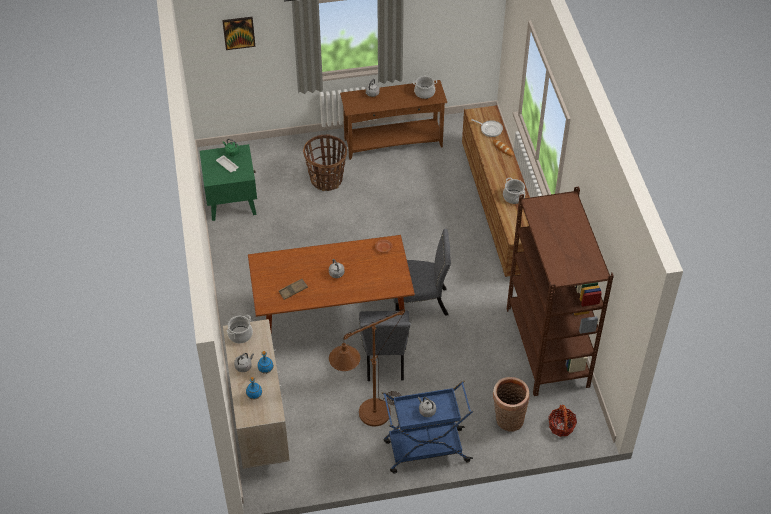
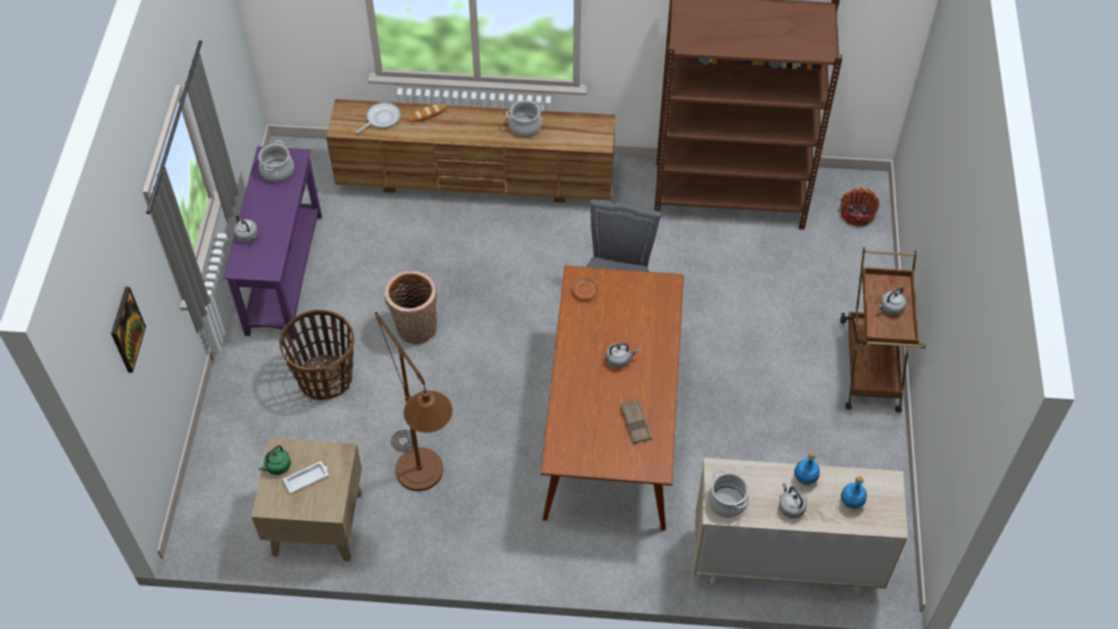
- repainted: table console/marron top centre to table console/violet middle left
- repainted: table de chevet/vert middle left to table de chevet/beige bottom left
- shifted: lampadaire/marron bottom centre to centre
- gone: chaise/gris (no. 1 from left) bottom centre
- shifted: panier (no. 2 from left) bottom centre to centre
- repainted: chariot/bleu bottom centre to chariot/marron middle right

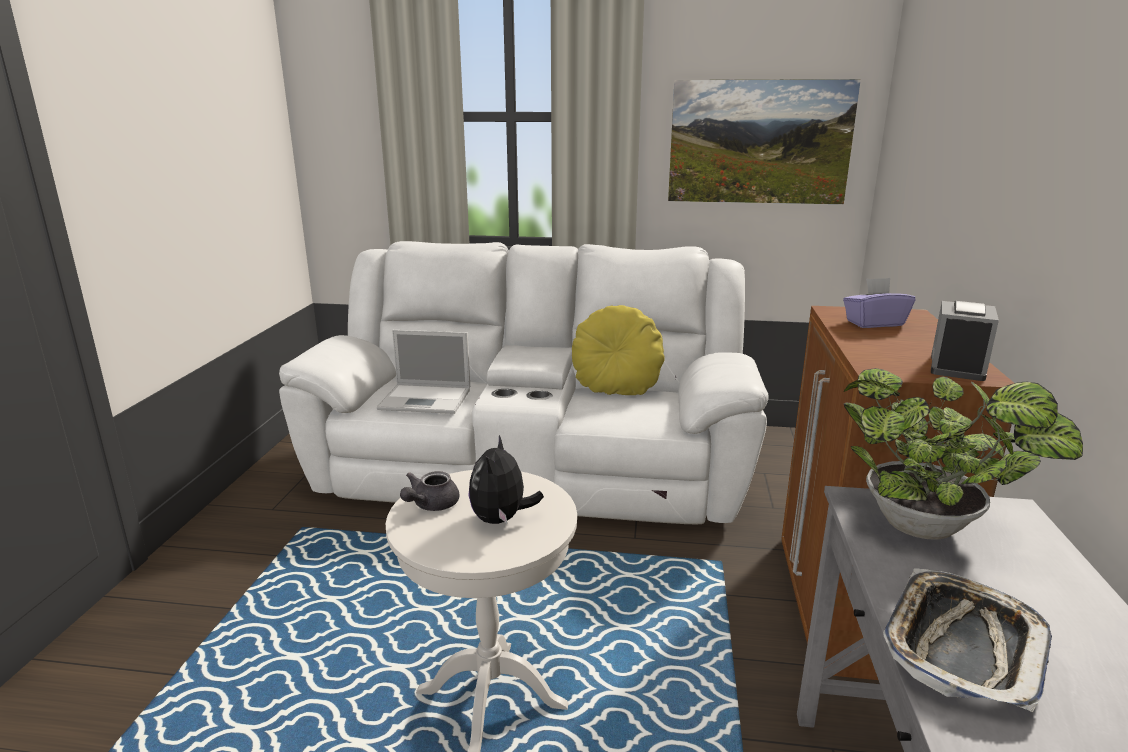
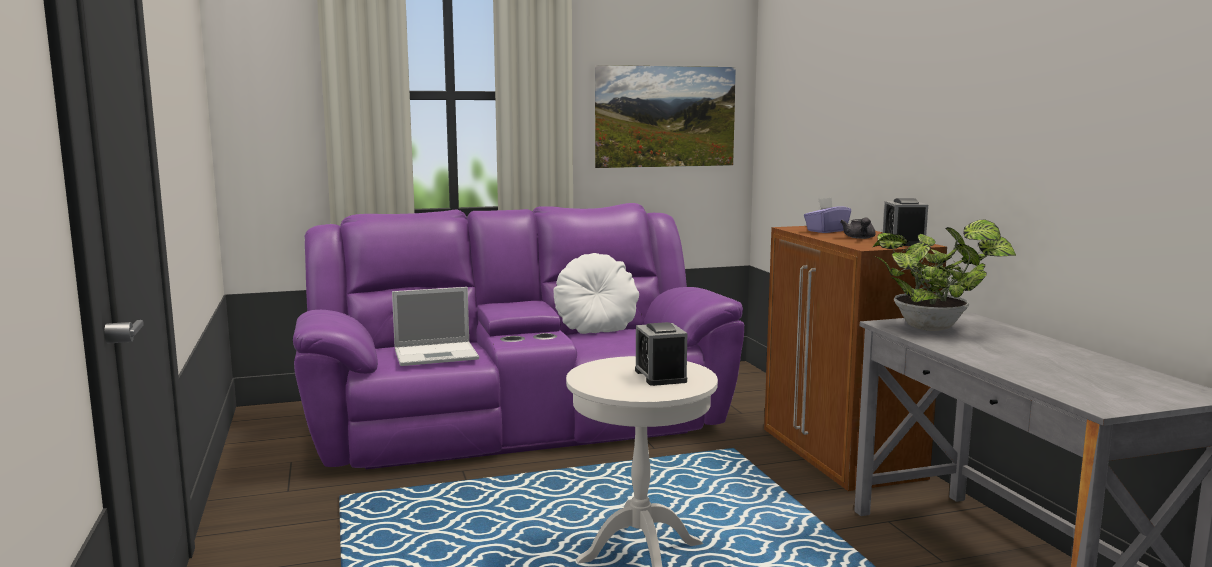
- repainted: canapé/blanc centre to canapé/violet centre
- repainted: coussin/jaune centre to coussin/blanc centre
- swapped: peluche centre to réveil (no. 1 from left) centre
- shifted: théière/gris centre to middle right
- gone: plateau bottom right

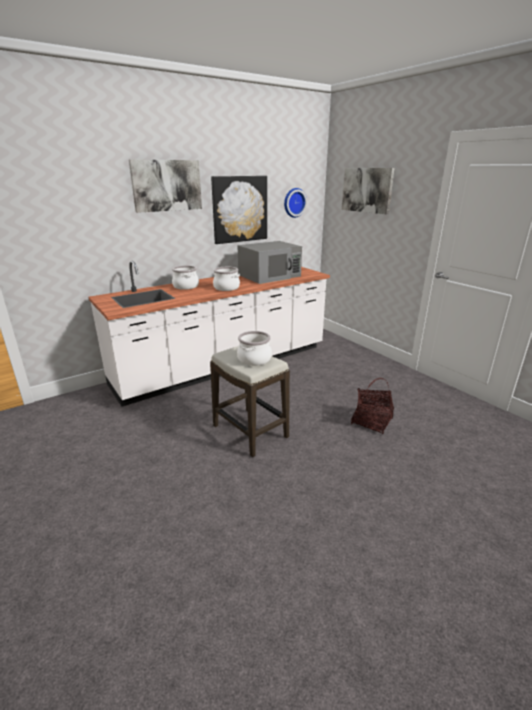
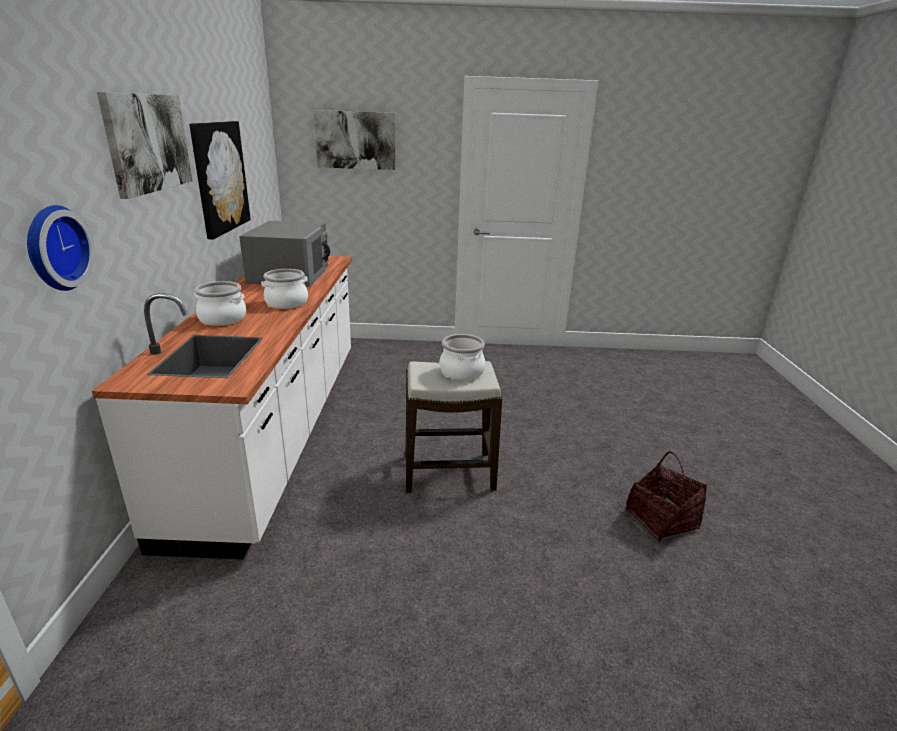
- shifted: horloge murale top centre to middle left
- shifted: panier middle right to bottom right

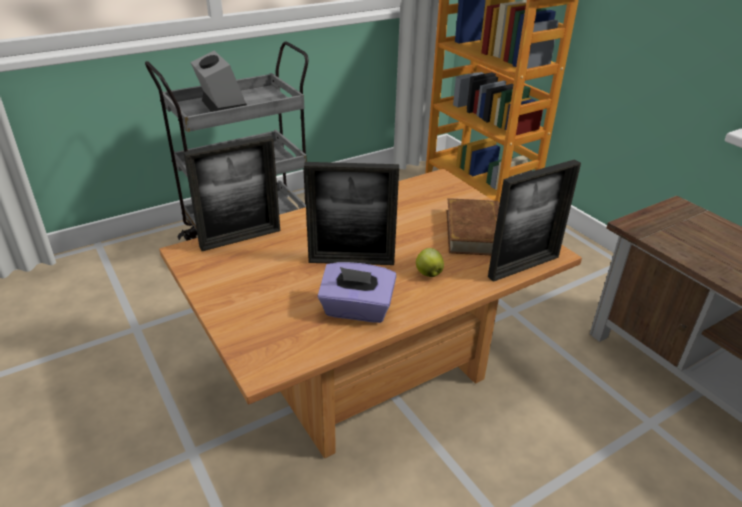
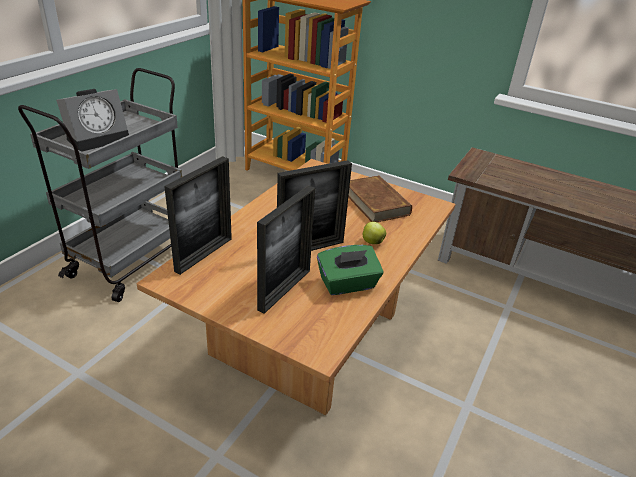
- rotated: réveil top left = top left 105 degrees clockwise
- shifted: cadre photo (no. 3 from left in the first image) middle right to cadre photo (no. 2 from left) centre
- repainted: boîte à mouchoirs/violet centre to boîte à mouchoirs/vert centre

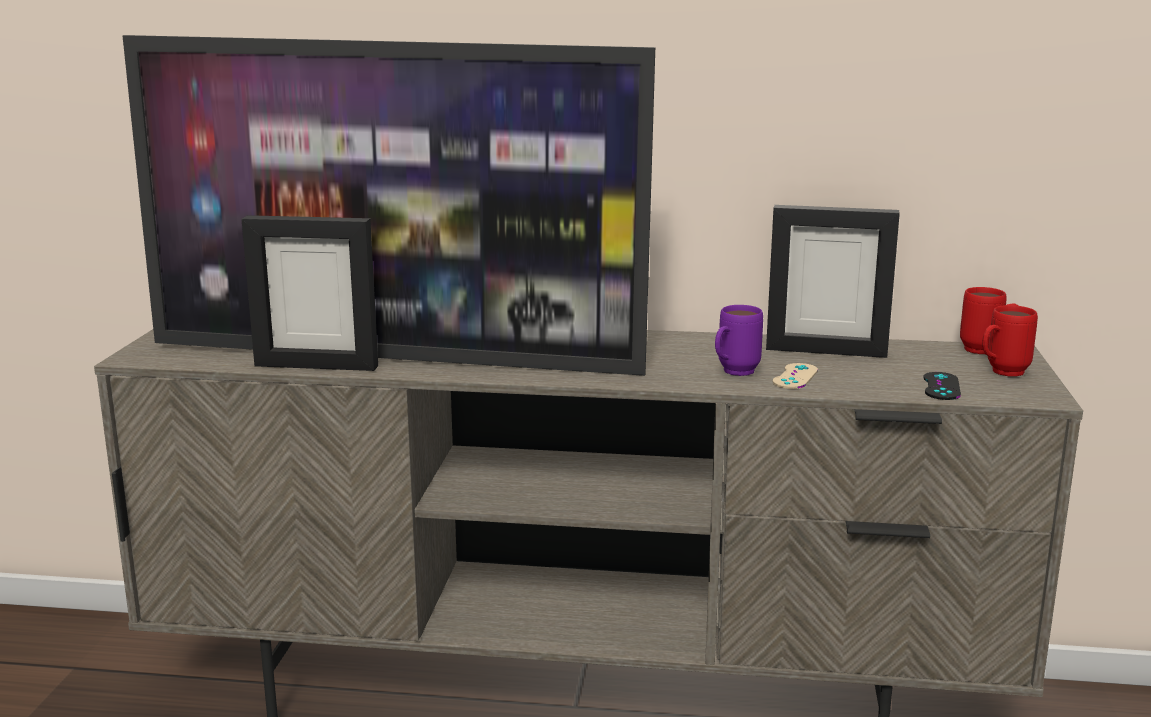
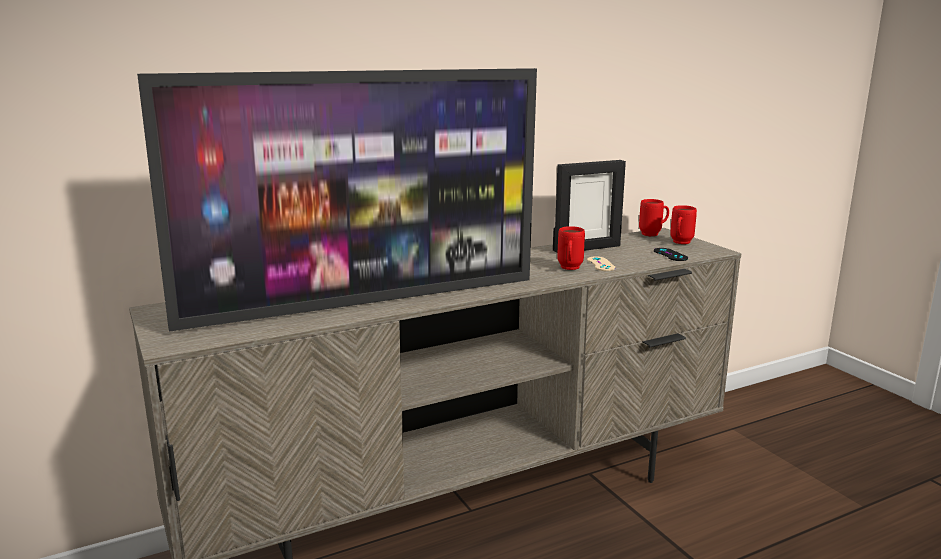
- gone: cadre photo (no. 1 from left) middle left
- repainted: mug/violet centre to mug/rouge (no. 1 from left) centre

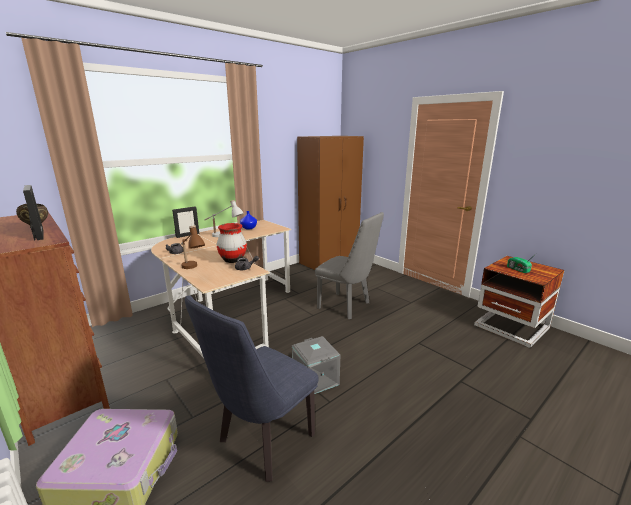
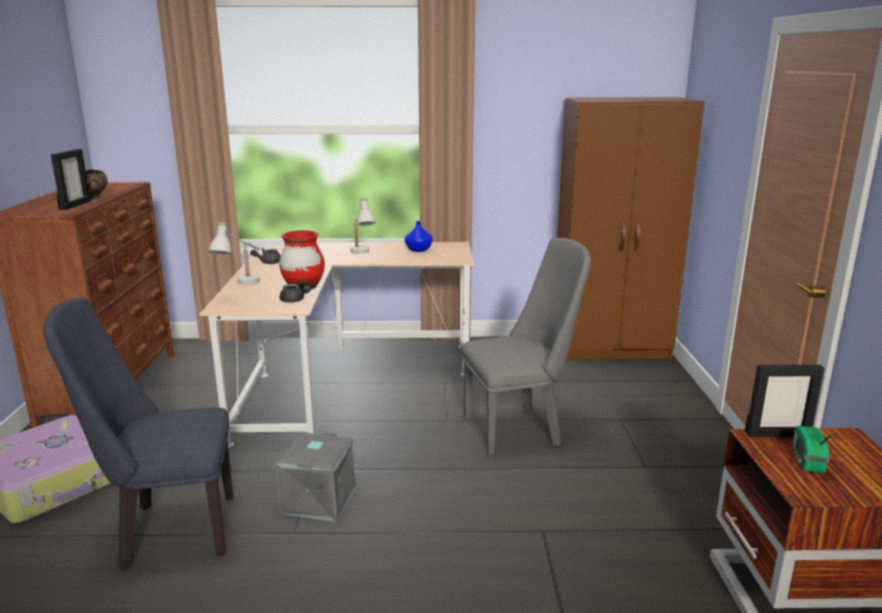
- shifted: cadre photo (no. 2 from left) middle left to middle right
- rotated: chaise/gris centre = centre 90 degrees counterclockwise
- repainted: lampe de table/marron middle left to lampe de table/blanc (no. 1 from left) middle left

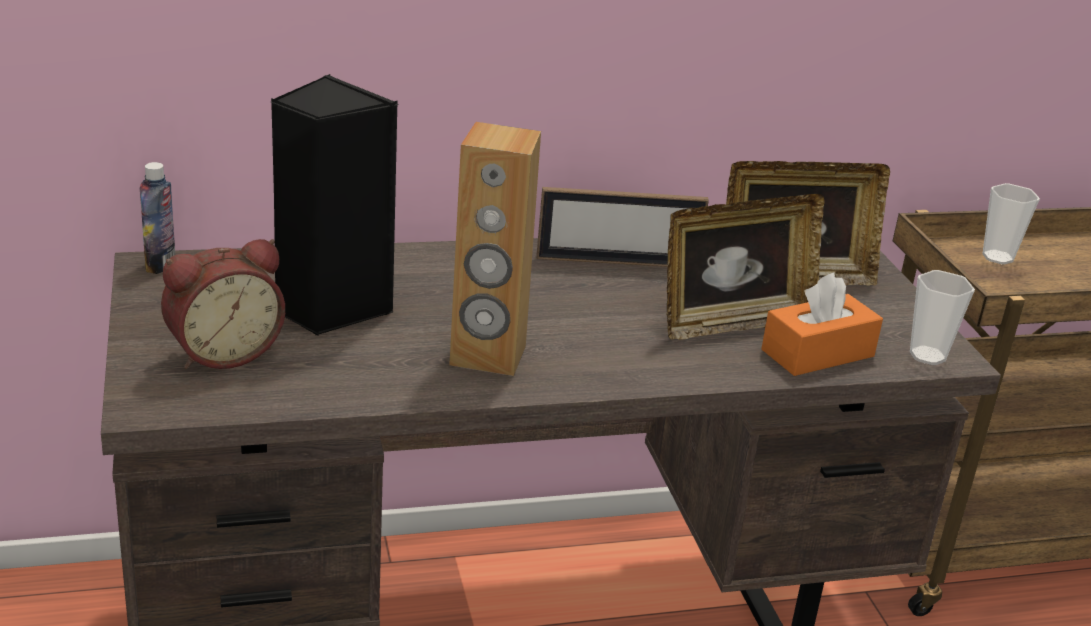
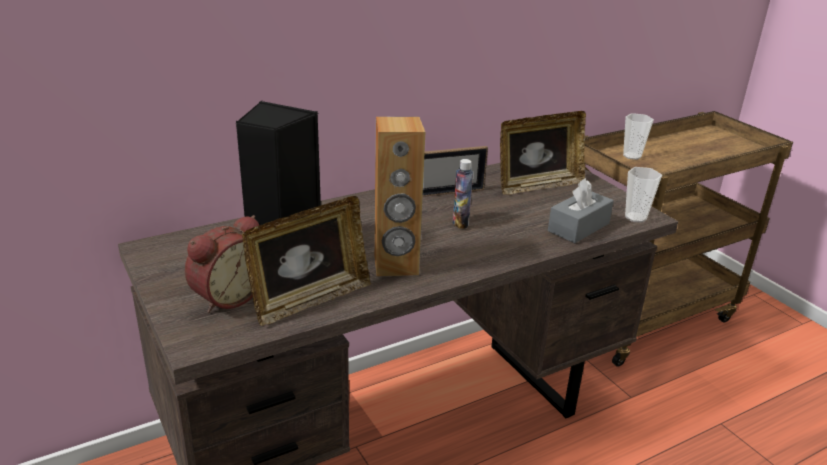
- shifted: bouteille middle left to centre
- shifted: cadre photo (no. 2 from left in the first image) middle right to cadre photo (no. 1 from left) centre
- repainted: boîte à mouchoirs/orange middle right to boîte à mouchoirs/gris middle right

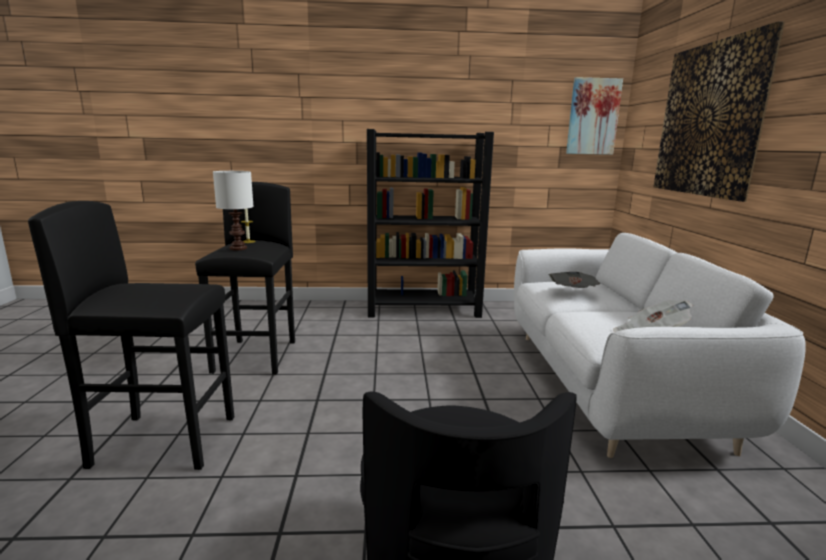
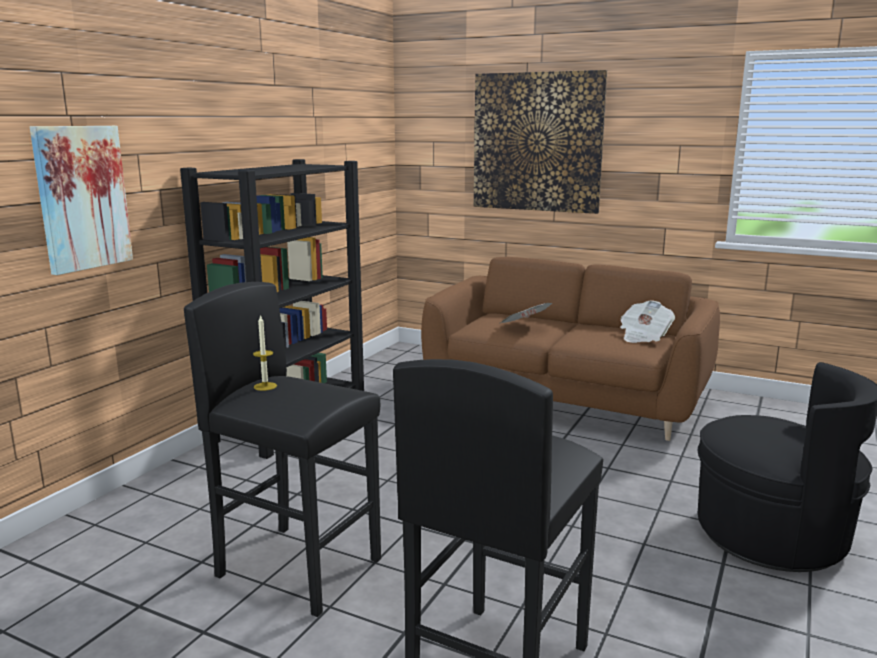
- shifted: tableau (no. 1 from left) top right to top left
- gone: lampe de table/blanc middle left
- repainted: canapé/blanc middle right to canapé/marron centre

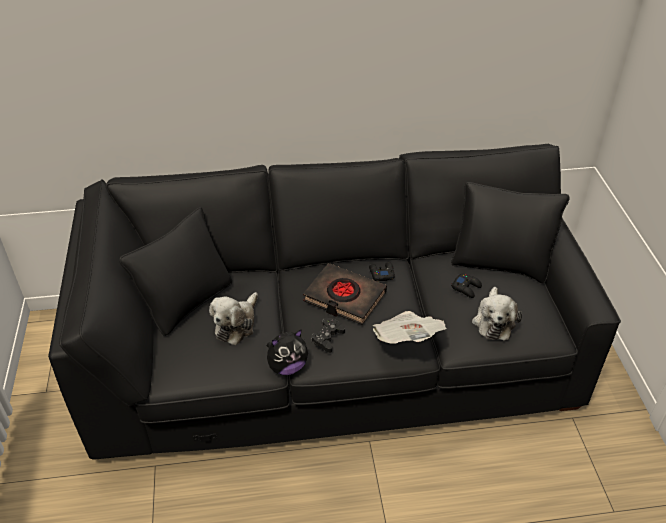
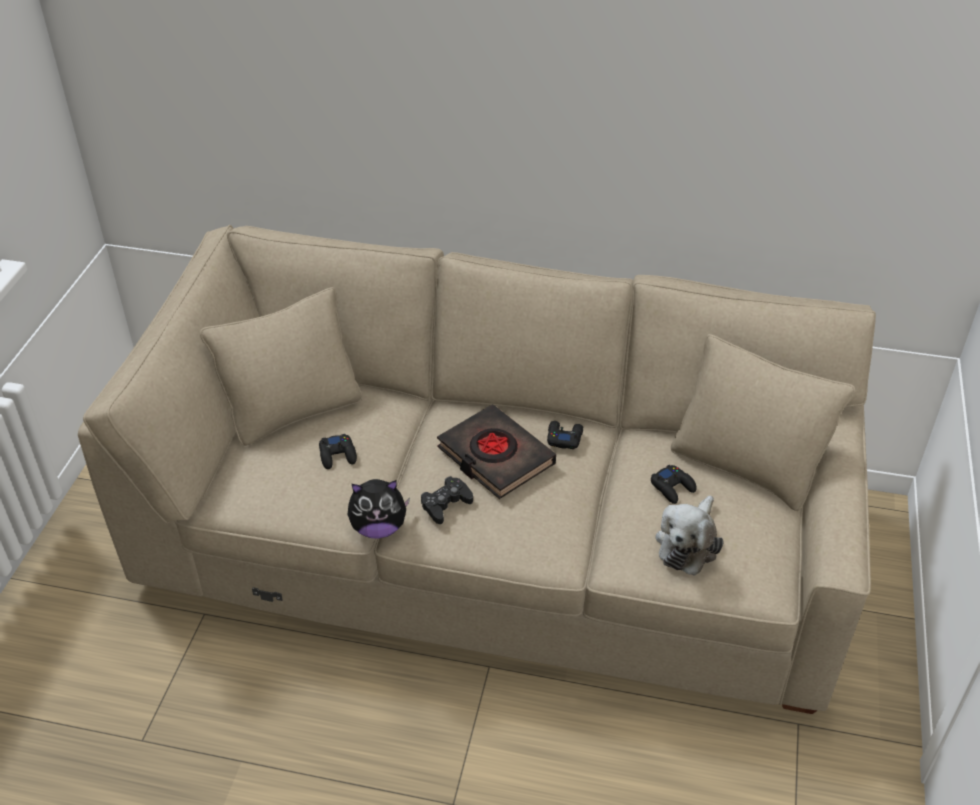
- repainted: canapé/noir centre to canapé/beige centre
- swapped: peluche (no. 1 from left) centre to manette/noir (no. 1 from left) centre
- gone: journal centre

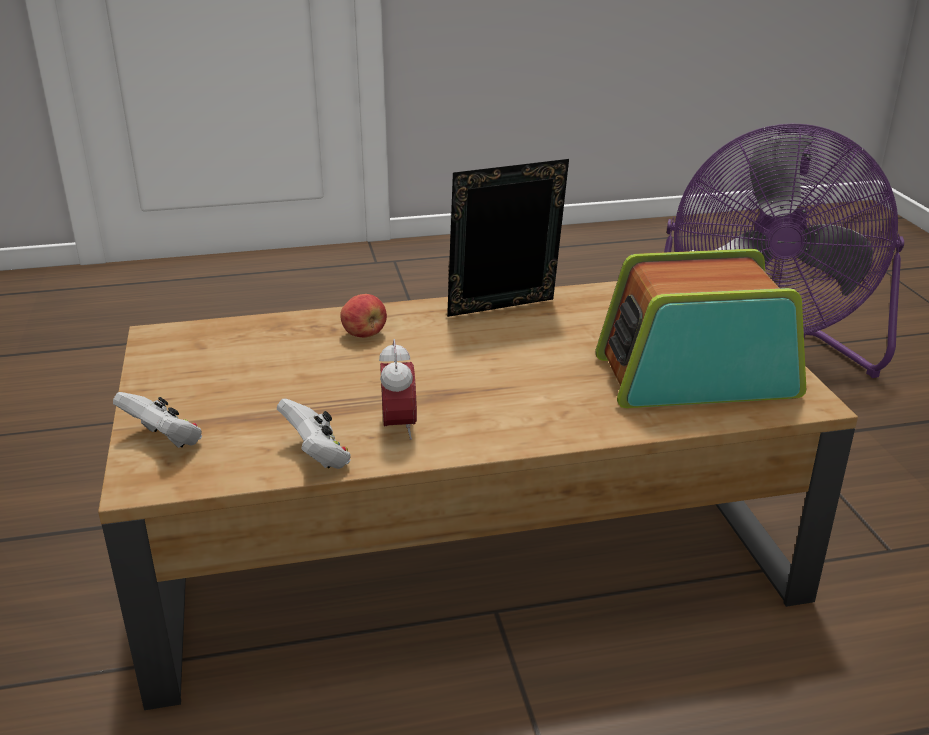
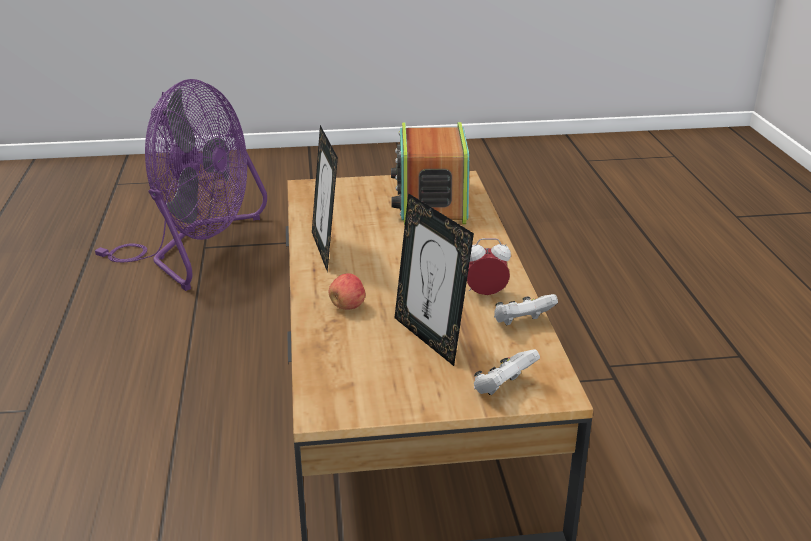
- new: cadre photo (no. 2 from left) centre

